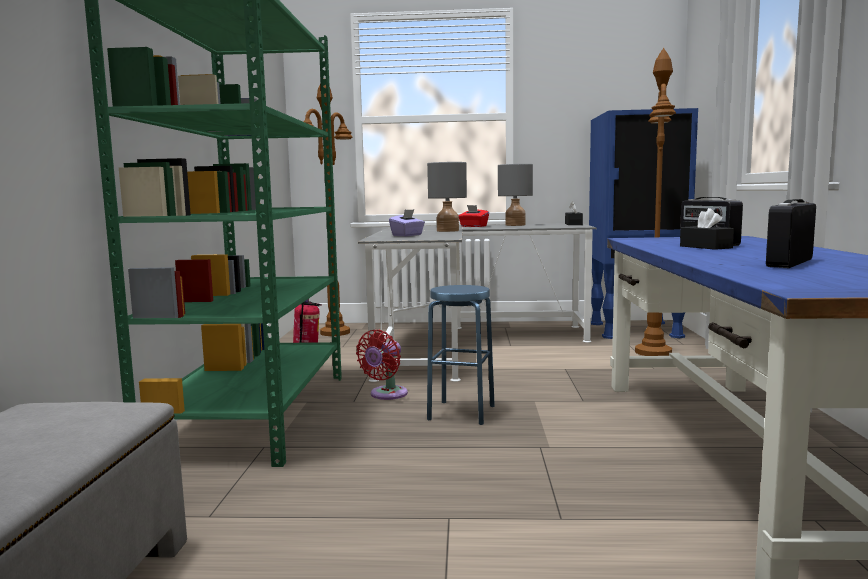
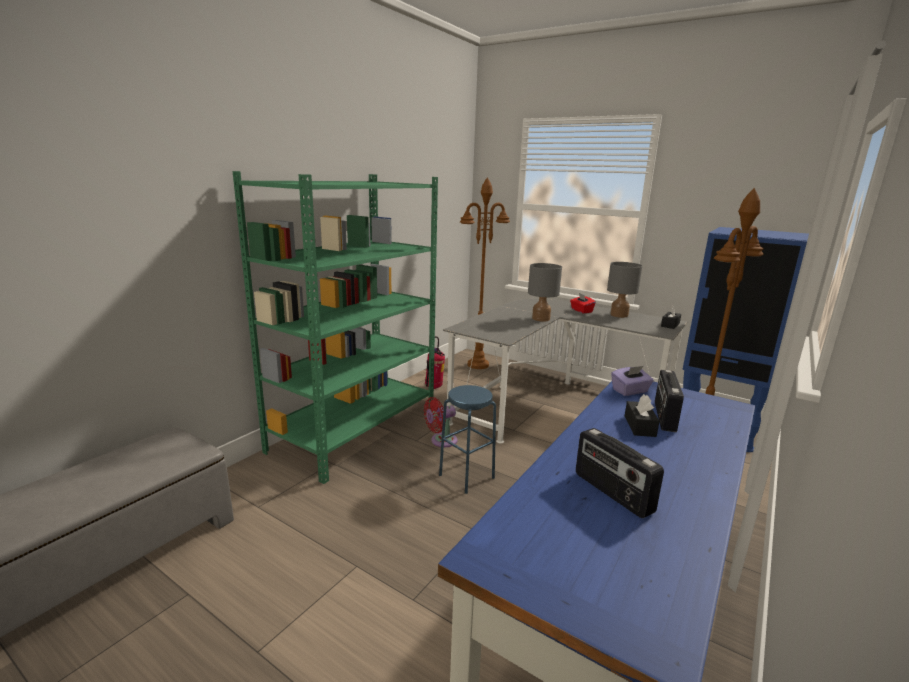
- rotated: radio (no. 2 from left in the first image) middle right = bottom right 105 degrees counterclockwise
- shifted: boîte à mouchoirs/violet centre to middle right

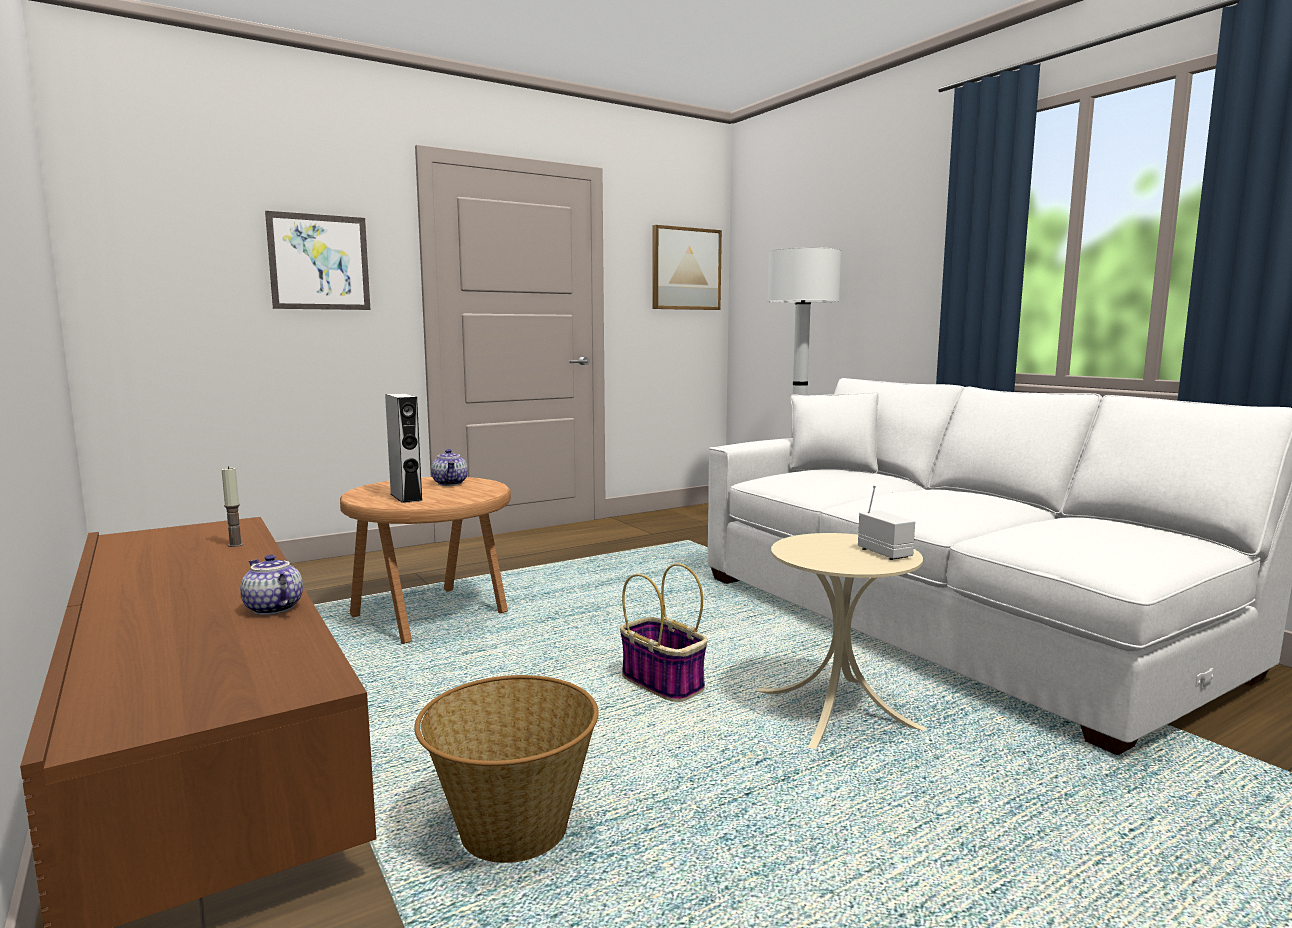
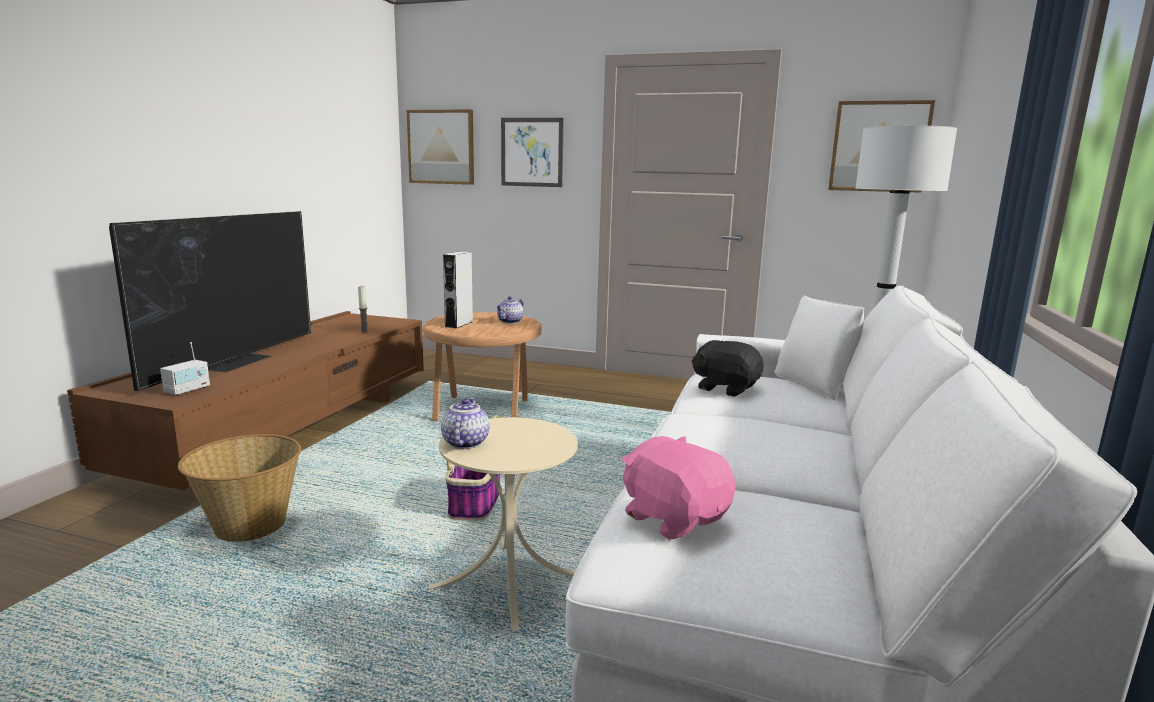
- shifted: radio middle right to middle left
- shifted: théière (no. 1 from left) middle left to centre
- new: tableau (no. 1 from left) top centre
- new: téléviseur middle left
- new: peluche/noir centre
- new: peluche/rose bottom centre

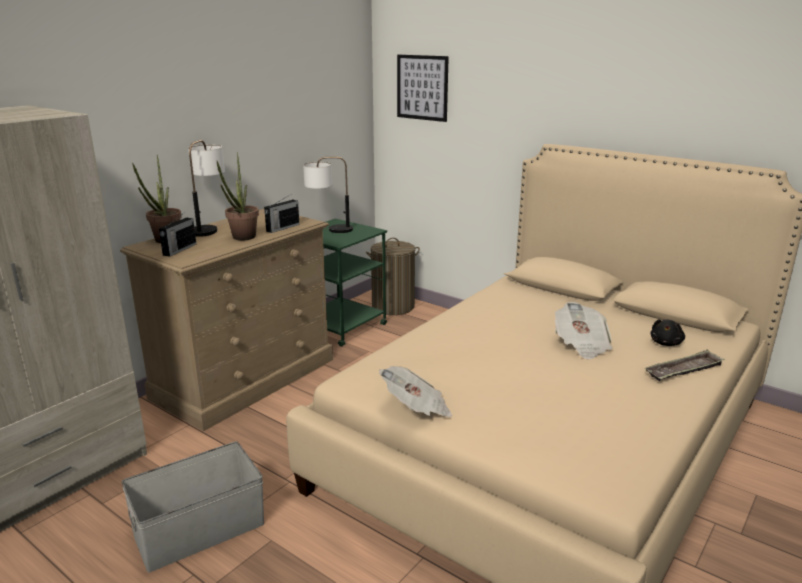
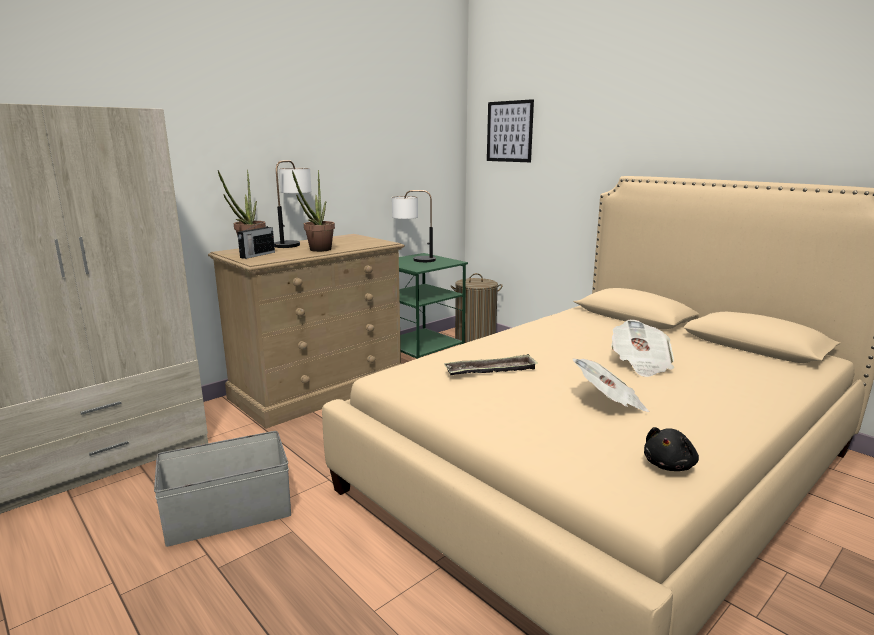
- gone: radio (no. 2 from left) centre
- shifted: peluche/noir middle right to bottom right
- shifted: plateau middle right to centre
- shifted: journal (no. 1 from left) bottom centre to middle right

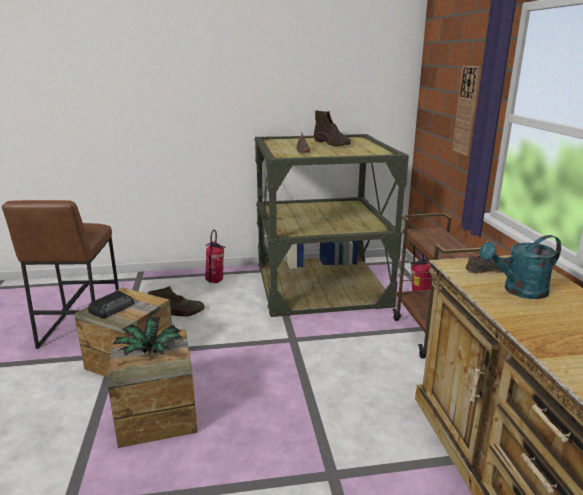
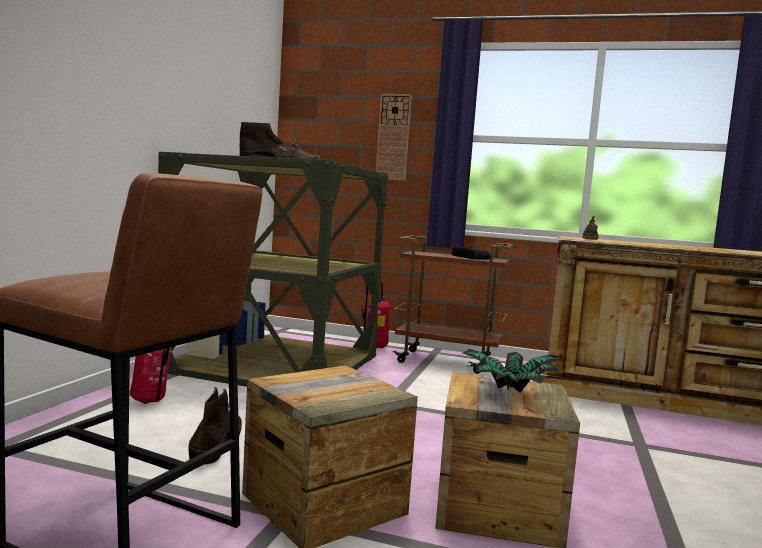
- gone: arrosoir/turquoise middle right
- shifted: radio middle left to centre

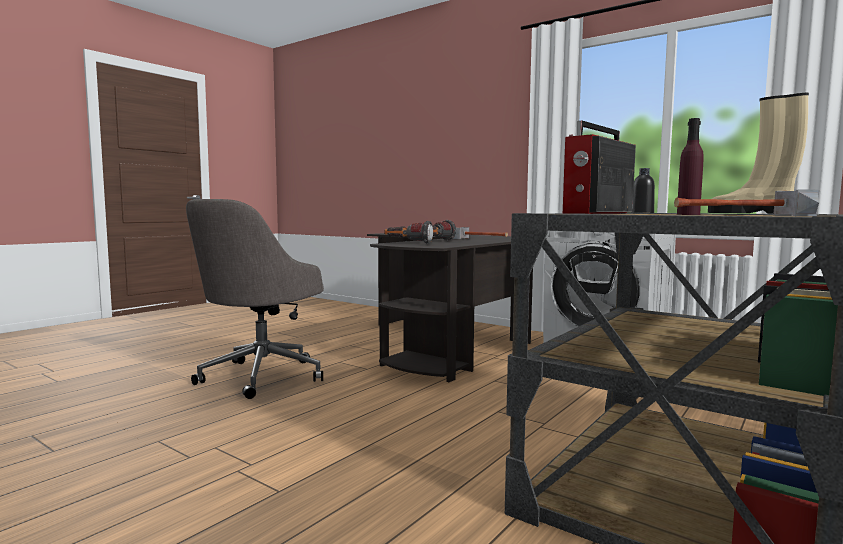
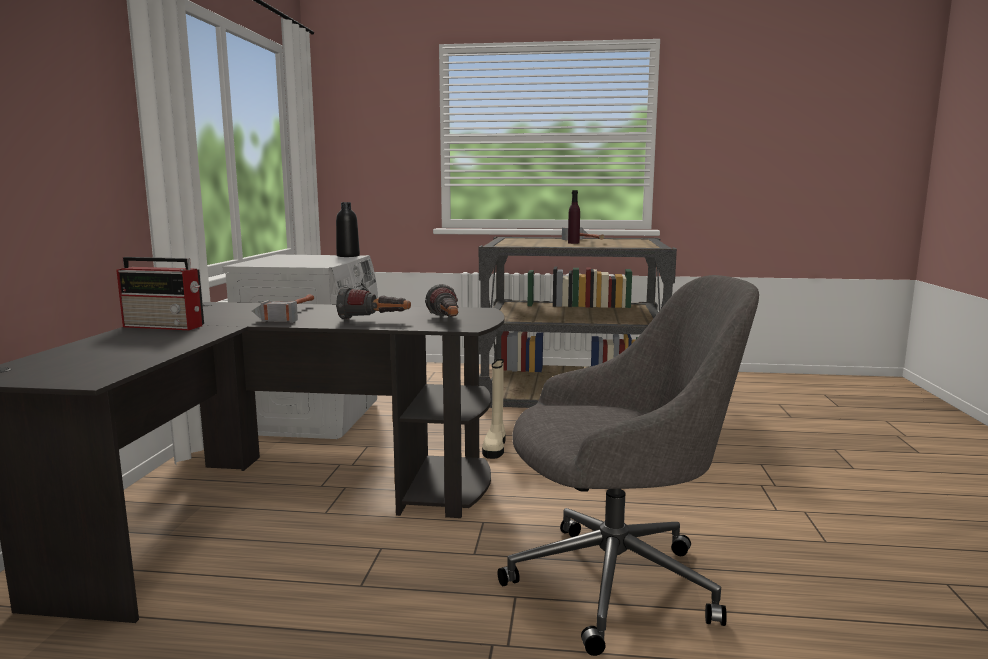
- shifted: botte/beige top right to centre
- shifted: radio top right to middle left

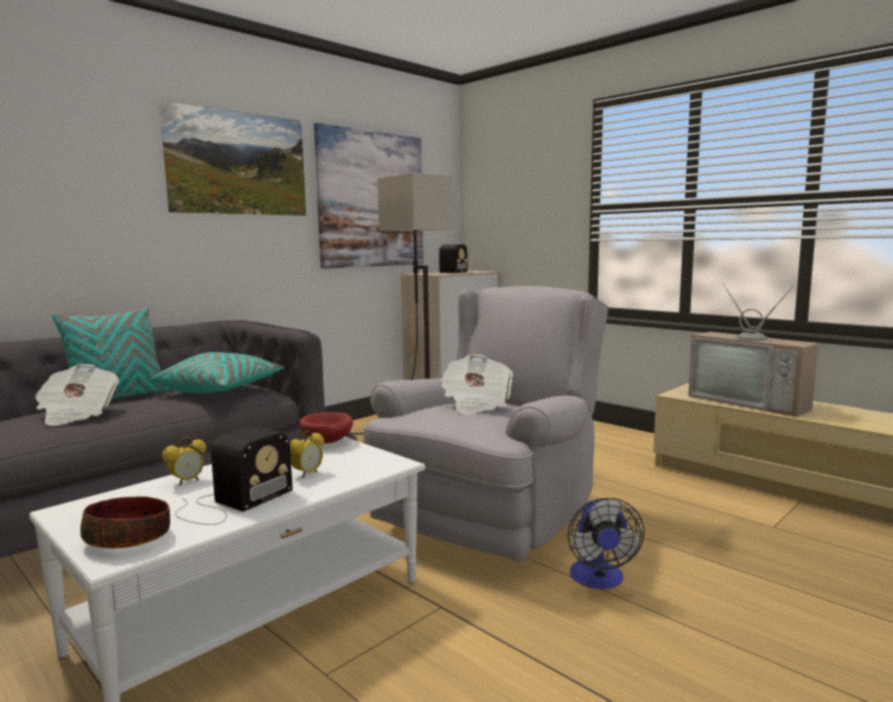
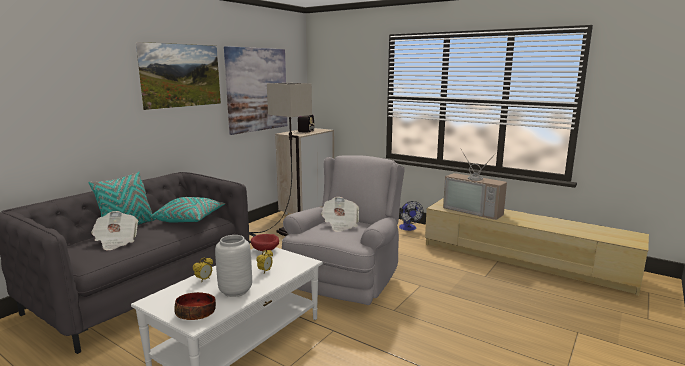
- swapped: radio (no. 1 from left) bottom left to vase/gris bottom centre
- shifted: ventilateur bottom right to centre

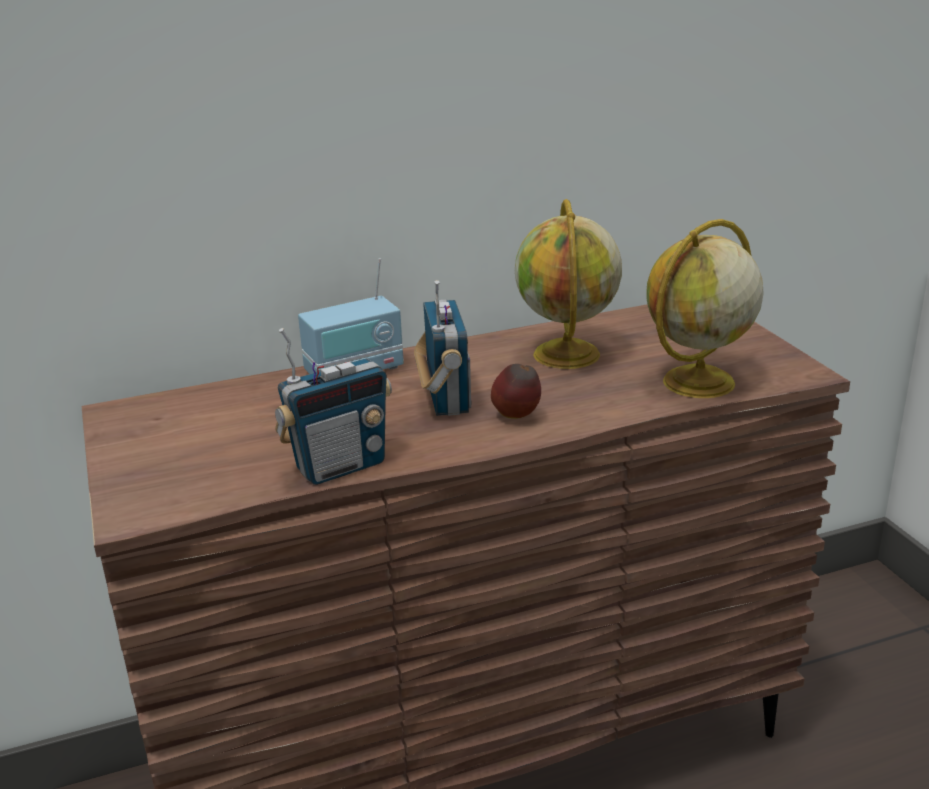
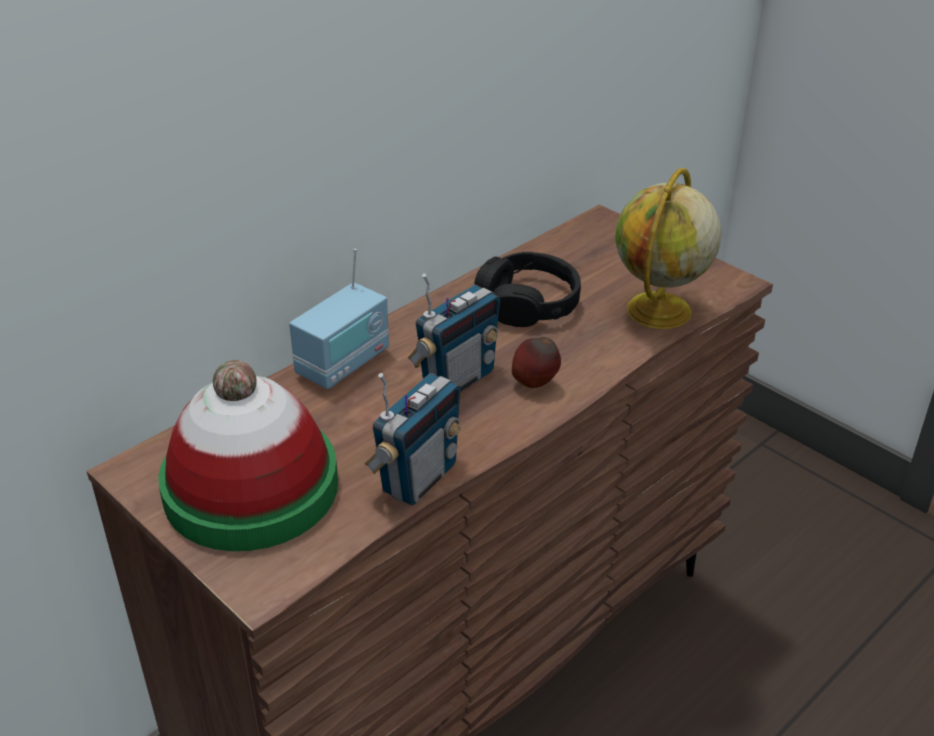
- swapped: globe (no. 1 from left) centre to casque audio/noir centre
- rotated: radio (no. 3 from left) centre = centre 75 degrees clockwise
- new: chapeau middle left

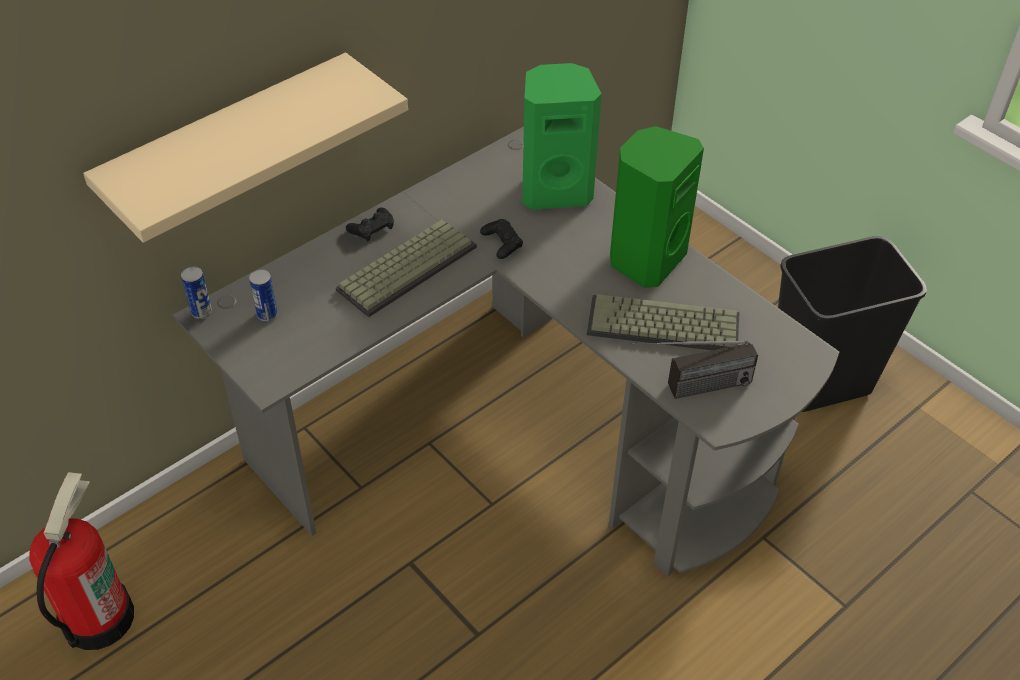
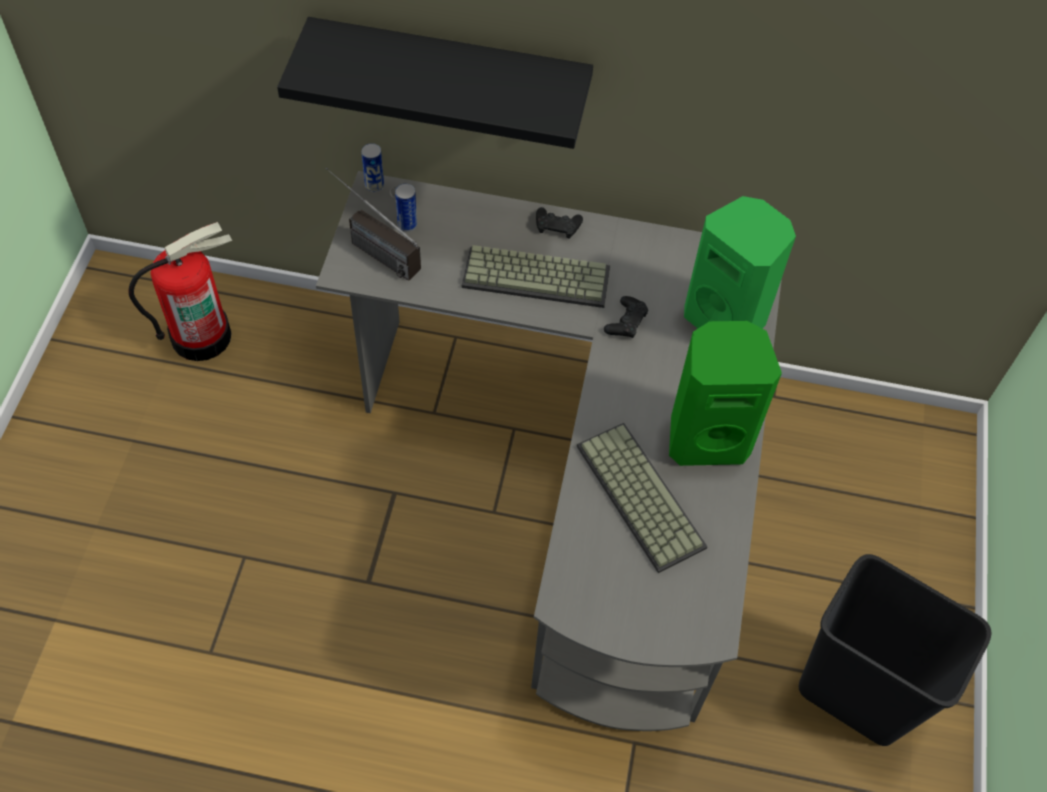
- repainted: étagère/beige top left to étagère/noir top centre
- shifted: radio middle right to top centre

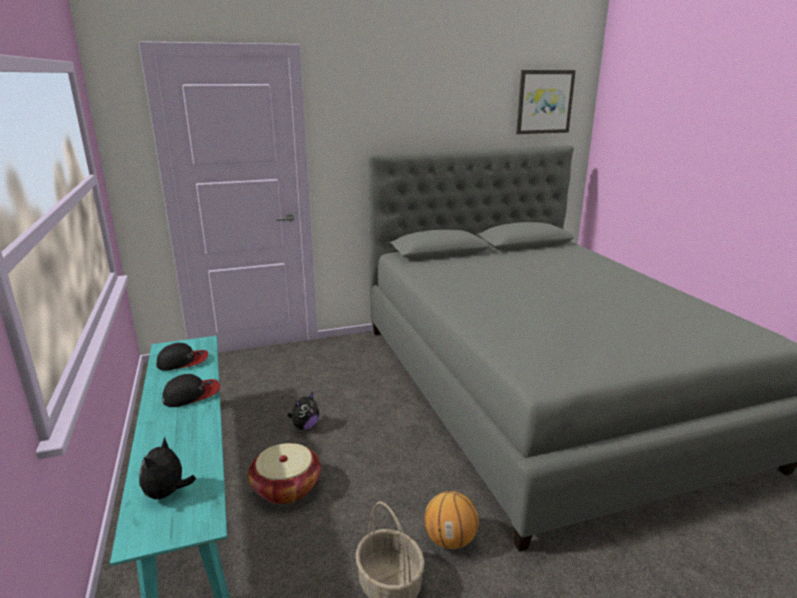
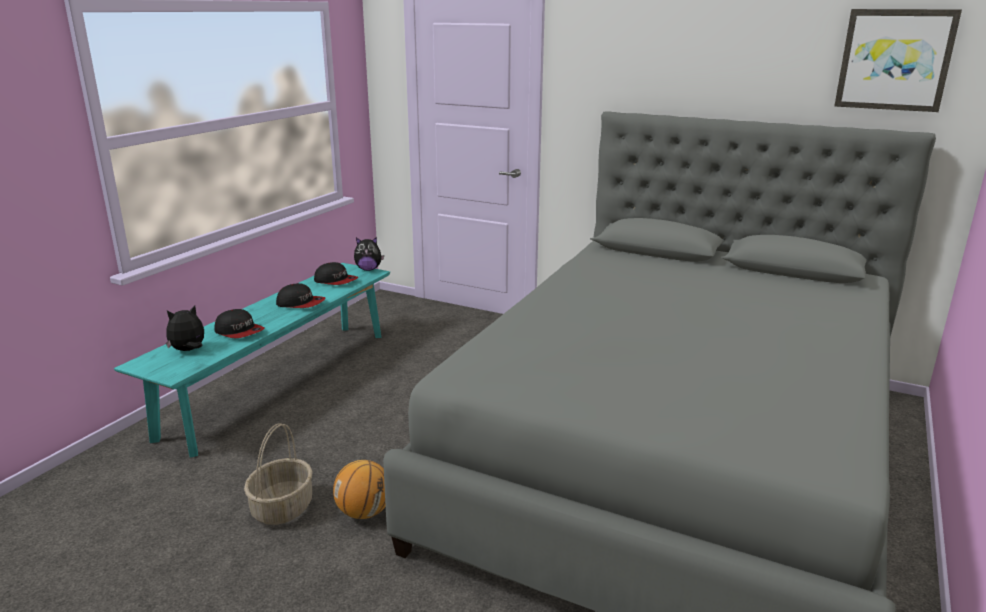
- shifted: peluche (no. 2 from left) bottom centre to centre
- gone: panier (no. 1 from left) bottom centre
- new: casquette (no. 1 from left) middle left

